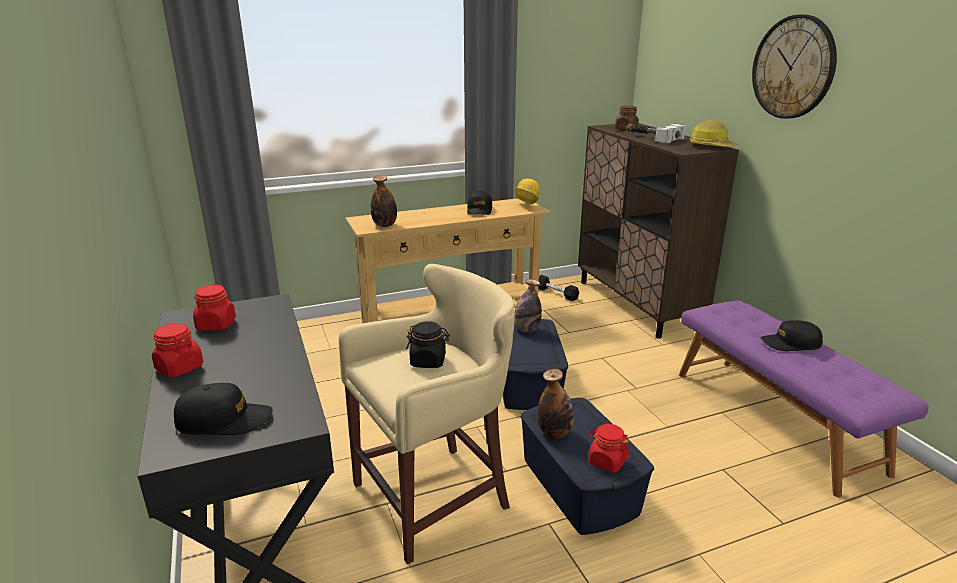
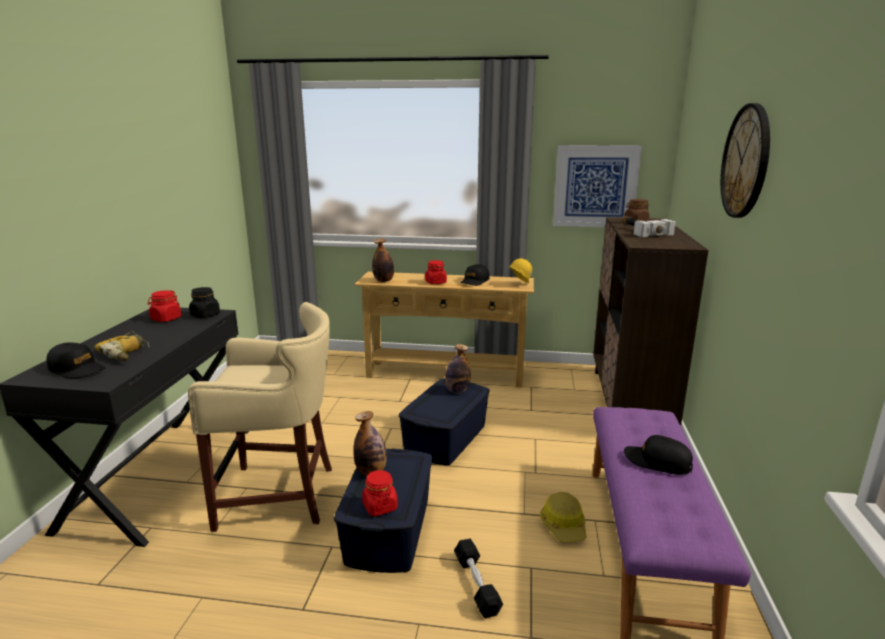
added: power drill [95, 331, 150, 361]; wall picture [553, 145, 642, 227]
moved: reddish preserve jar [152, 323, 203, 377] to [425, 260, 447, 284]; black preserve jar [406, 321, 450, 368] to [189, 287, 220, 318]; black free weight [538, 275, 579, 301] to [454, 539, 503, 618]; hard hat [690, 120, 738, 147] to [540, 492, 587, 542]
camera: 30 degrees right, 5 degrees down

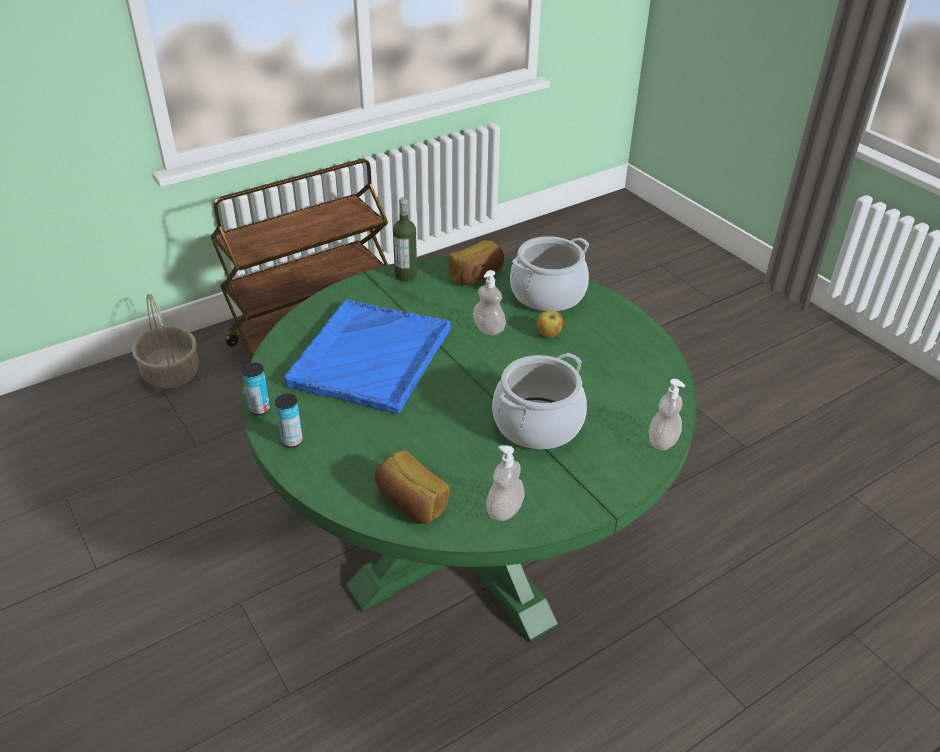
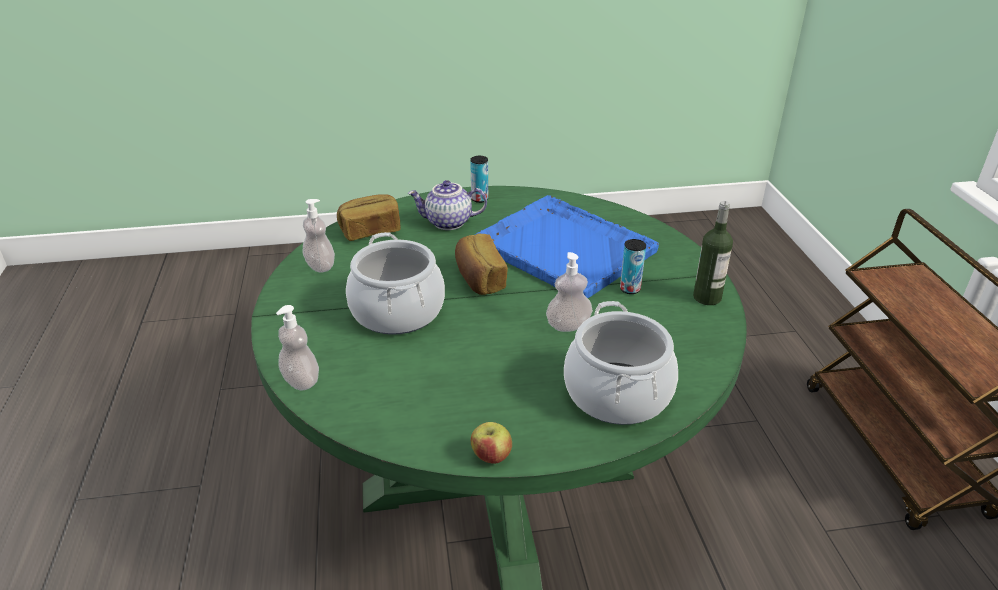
removed: basket [132, 294, 199, 388]
added: pot for tea [408, 180, 487, 230]
moved: metal can [242, 363, 270, 415] to [620, 239, 646, 294]; bread [449, 240, 504, 285] to [455, 233, 508, 295]; whole apple [536, 310, 563, 338] to [471, 422, 512, 464]
camera: 115 degrees right, 5 degrees down

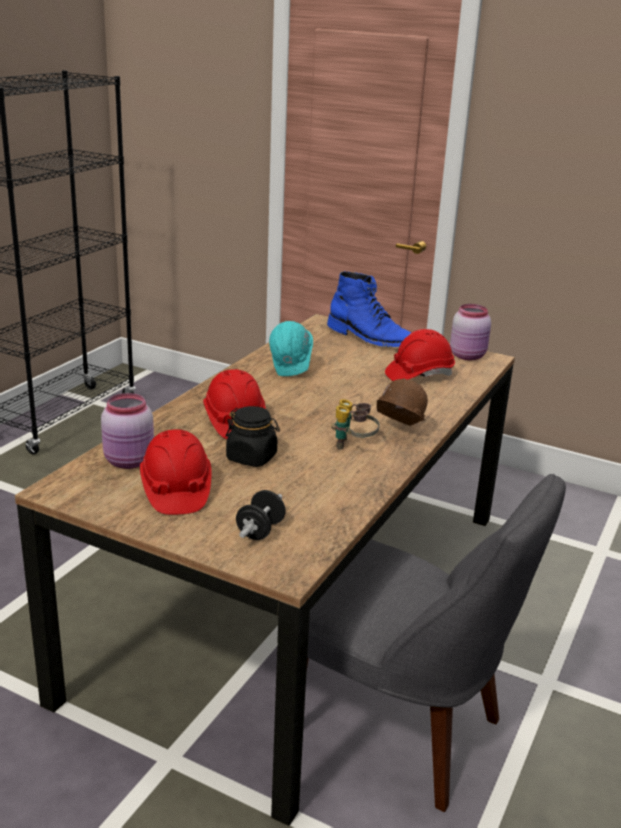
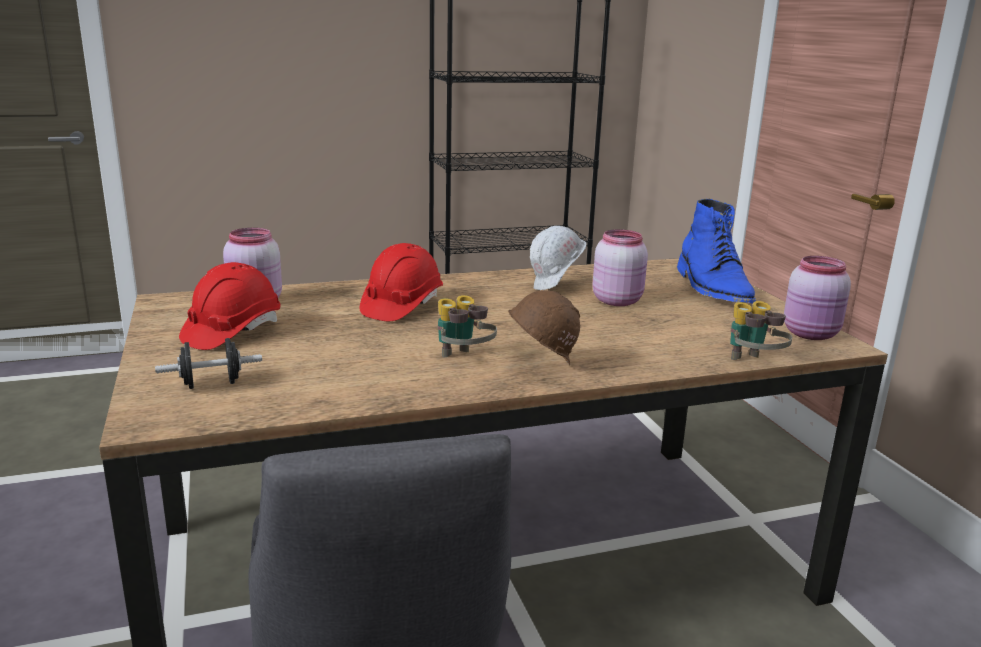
removed: black preserve jar [226, 406, 280, 467]; reddish hard hat [385, 329, 455, 381]
added: pinkish preserve jar [593, 229, 648, 306]; field glasses [730, 301, 792, 360]
recoloured: turquoise hard hat [269, 321, 313, 376] to whitish hard hat [530, 226, 587, 290]
camera: 45 degrees right, 5 degrees down

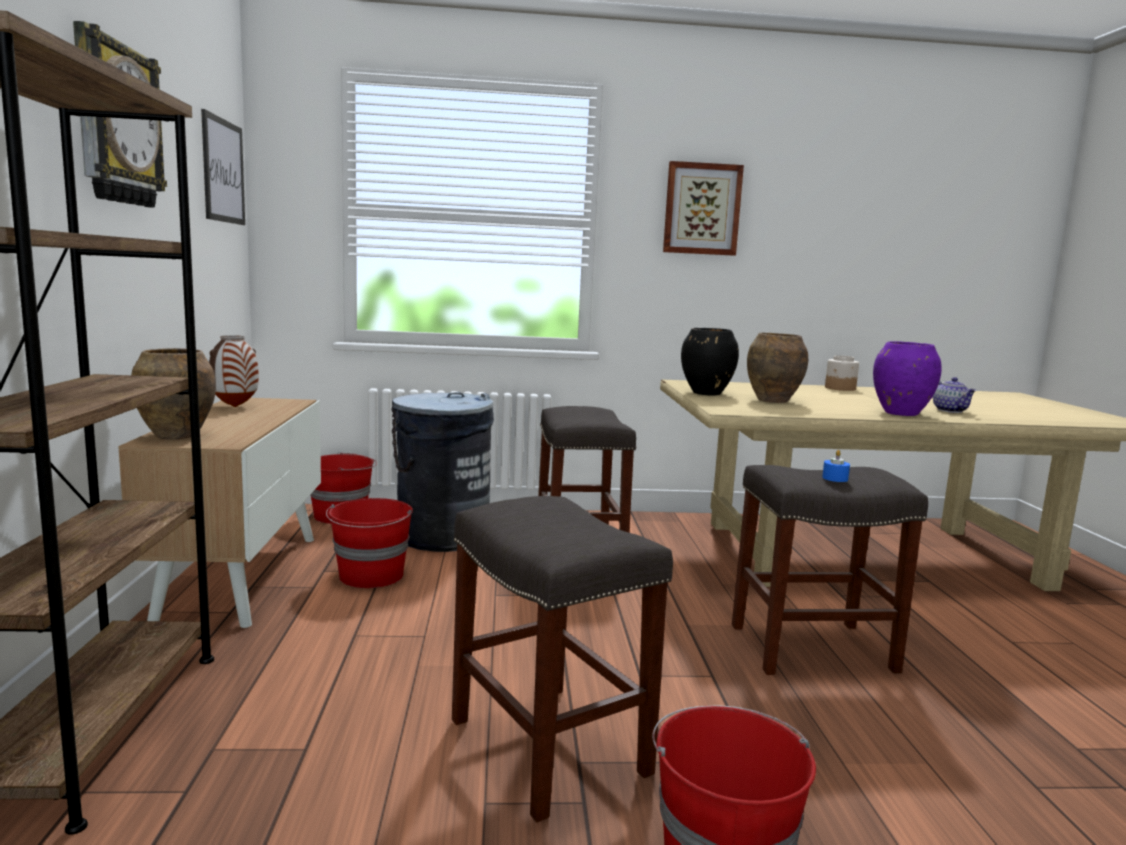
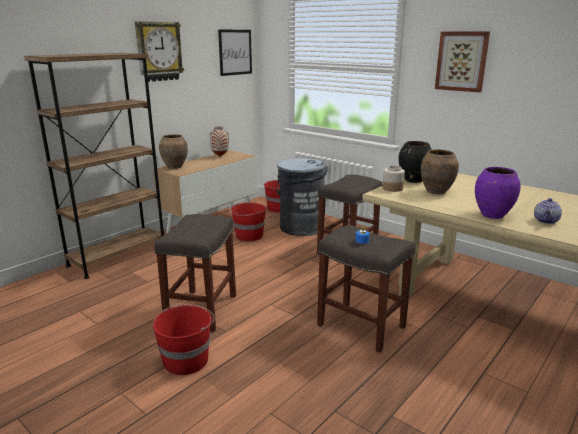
moved: preserve jar [825, 355, 859, 391] to [383, 166, 405, 192]
camera: 45 degrees right, 10 degrees up

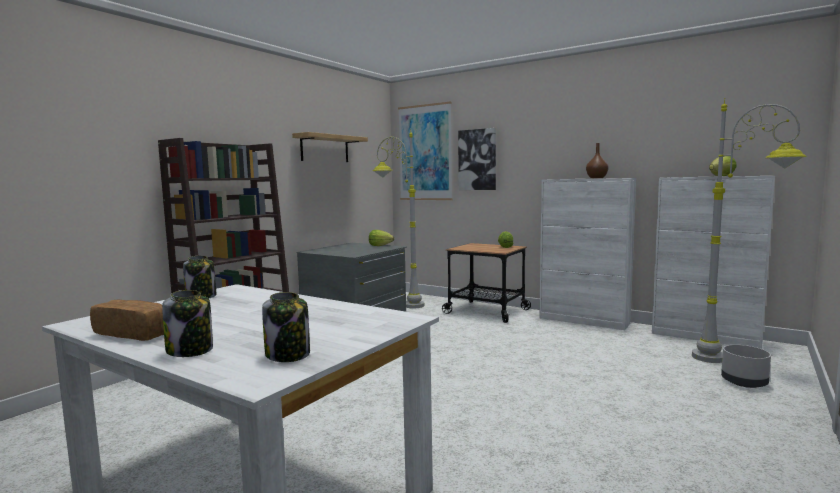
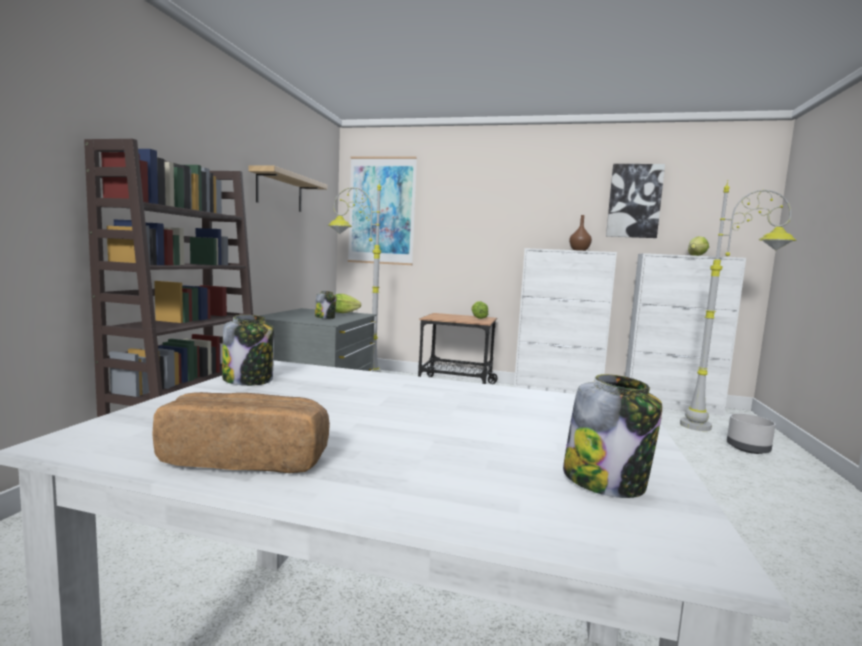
moved: preserve jar [162, 290, 213, 357] to [315, 291, 336, 319]; wall picture [458, 128, 496, 190] to [606, 164, 665, 238]
camera: 20 degrees left, 0 degrees up

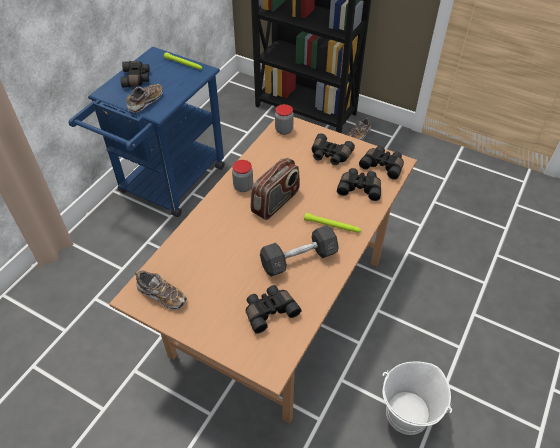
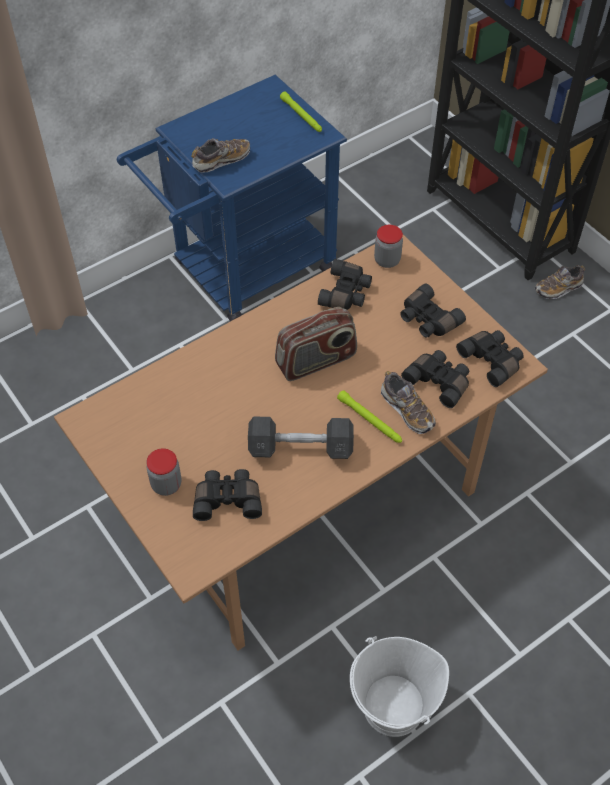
moved: black field glasses [120, 61, 150, 88] to [318, 259, 372, 310]; low shoe [135, 270, 187, 310] to [381, 371, 436, 434]; preserve jar [232, 160, 253, 192] to [146, 448, 181, 496]
camera: 25 degrees right, 5 degrees up

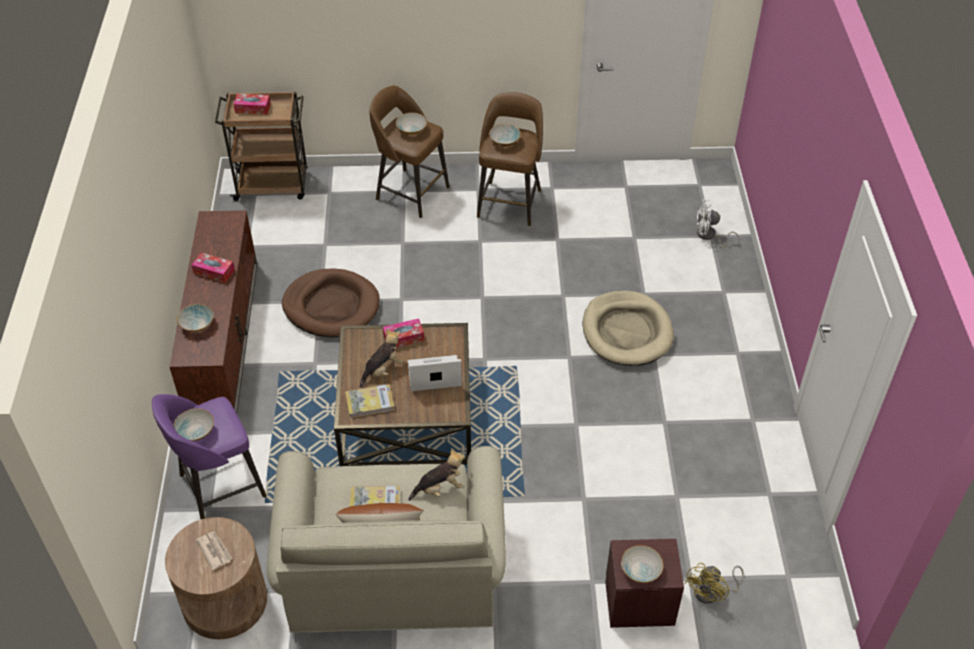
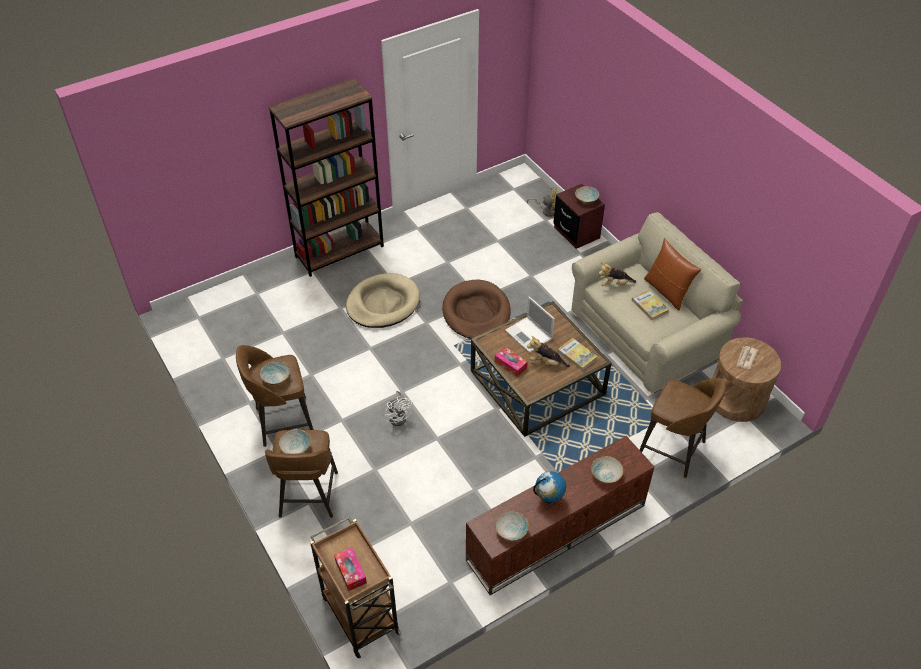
added: brown shelving unit [268, 78, 384, 277]
moved: bowl [174, 408, 214, 441] to [495, 511, 529, 541]; brown dog bed [282, 268, 380, 337] to [442, 280, 511, 339]; whitish electric fan [697, 200, 740, 248] to [385, 391, 413, 426]
replaced: tissue box [192, 252, 235, 283] to globe [533, 471, 566, 503]
recoloured: purple-coloured sitting stool [152, 394, 267, 519] to brown sitting stool [640, 378, 726, 478]
turned: plush toy [408, 448, 465, 501] = [599, 262, 636, 286] 45 degrees counterclockwise
camera: 120 degrees left, 0 degrees up

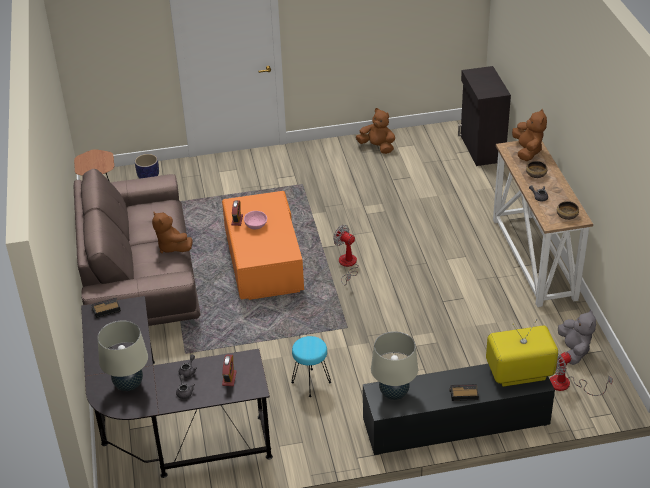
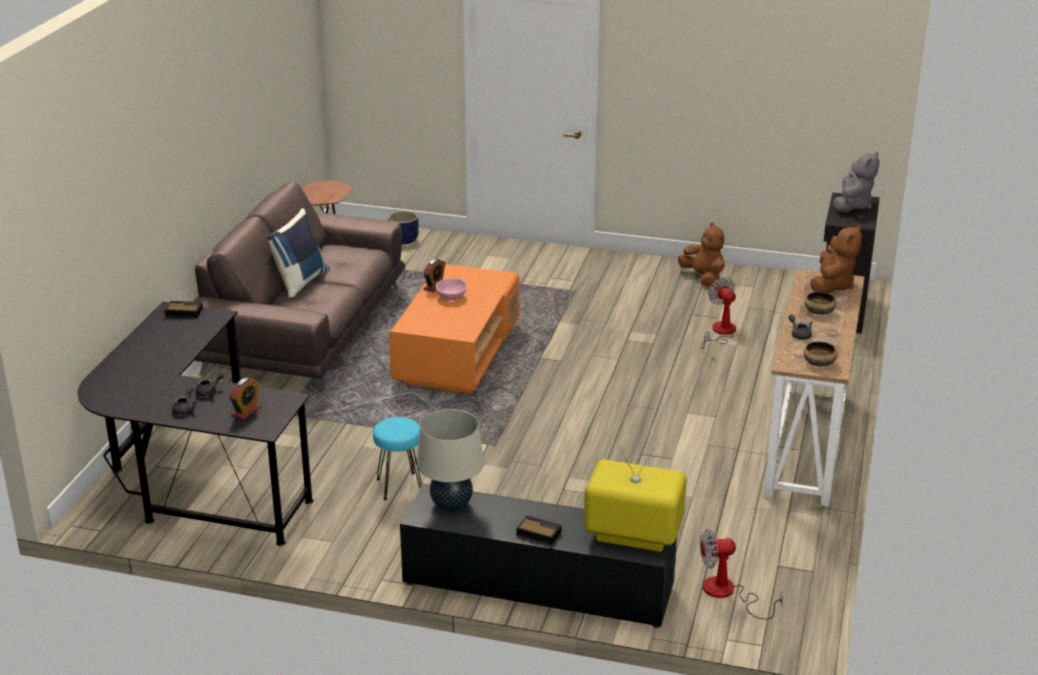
removed: beige table lamp [97, 321, 148, 391]; brown plush toy [152, 212, 193, 253]
added: blue throw pillow [266, 208, 330, 299]
moved: electric fan [333, 225, 359, 286] to [701, 277, 736, 349]; gray plush toy [558, 310, 596, 365] to [833, 151, 879, 213]
camera: 25 degrees right, 10 degrees down

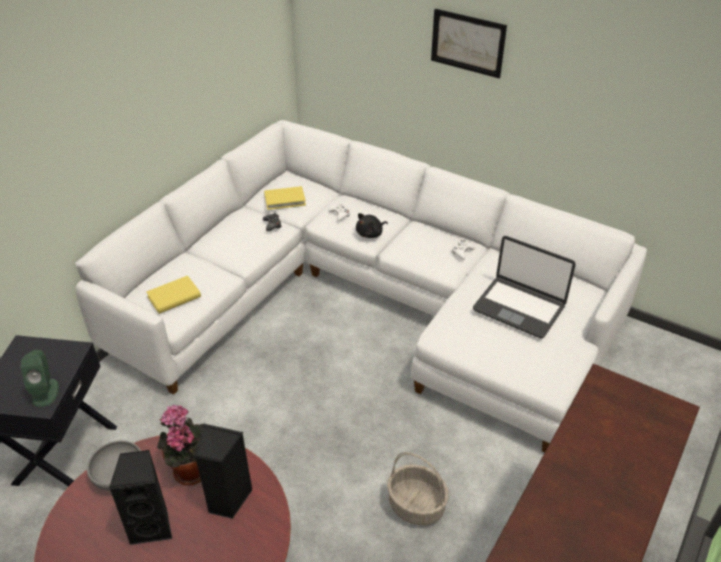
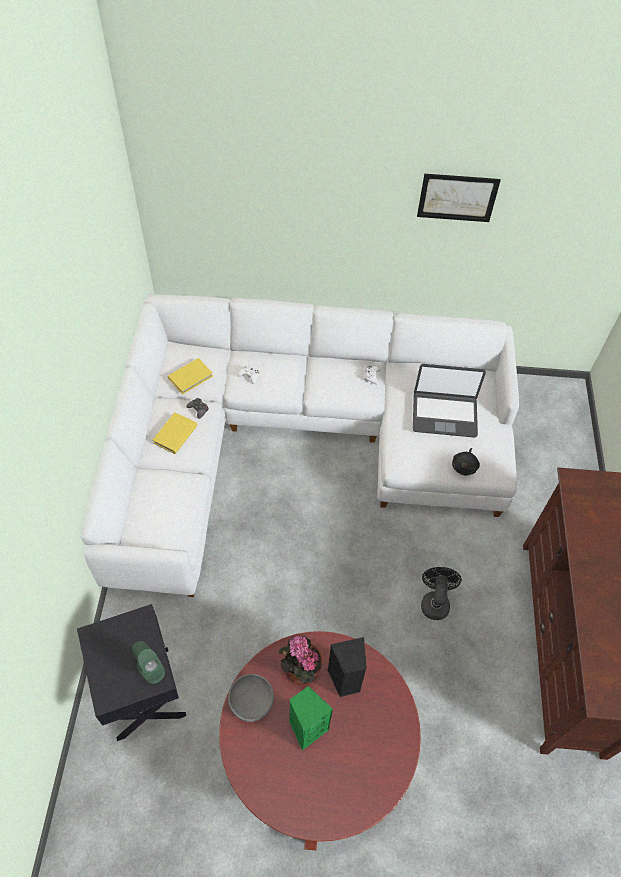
moved: yellowish volume [146, 276, 201, 314] to [153, 412, 197, 454]; black plush toy [356, 213, 388, 238] to [452, 448, 480, 476]; wall picture [431, 9, 507, 78] to [417, 174, 501, 222]
replaced: basket [387, 452, 449, 526] to black electric fan [421, 567, 462, 620]
recoloured: black loudspeaker [109, 450, 172, 545] to green-coloured loudspeaker [289, 686, 333, 751]
camera: 30 degrees left, 15 degrees up

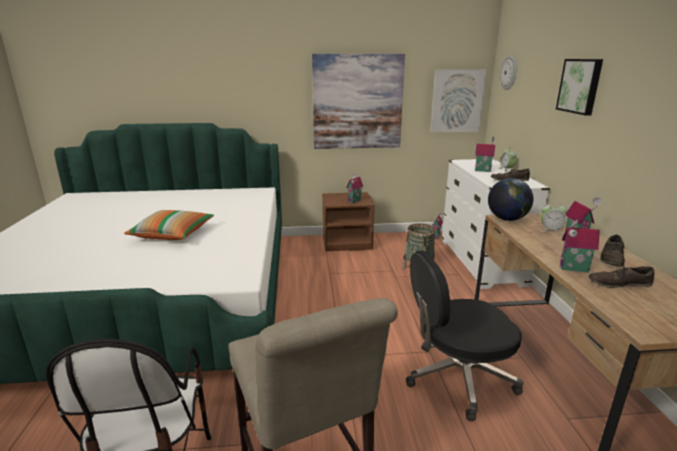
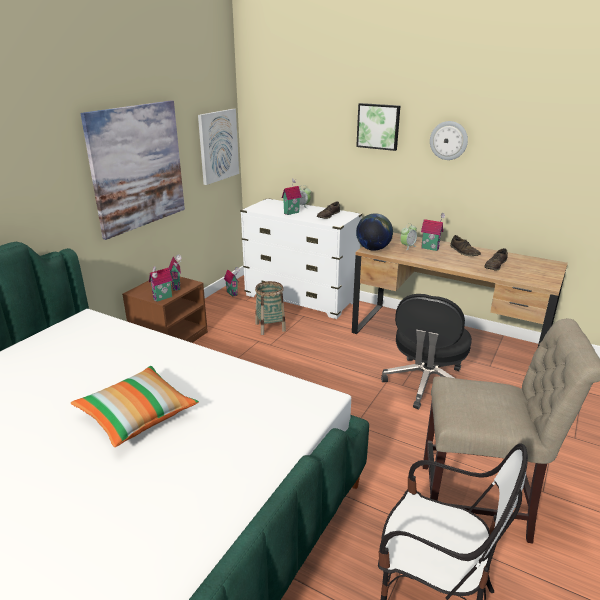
moved: clock on the wall [500, 55, 516, 90] to [430, 121, 468, 160]; miniature house [559, 219, 600, 273] to [149, 266, 173, 302]
camera: 55 degrees left, 5 degrees up

